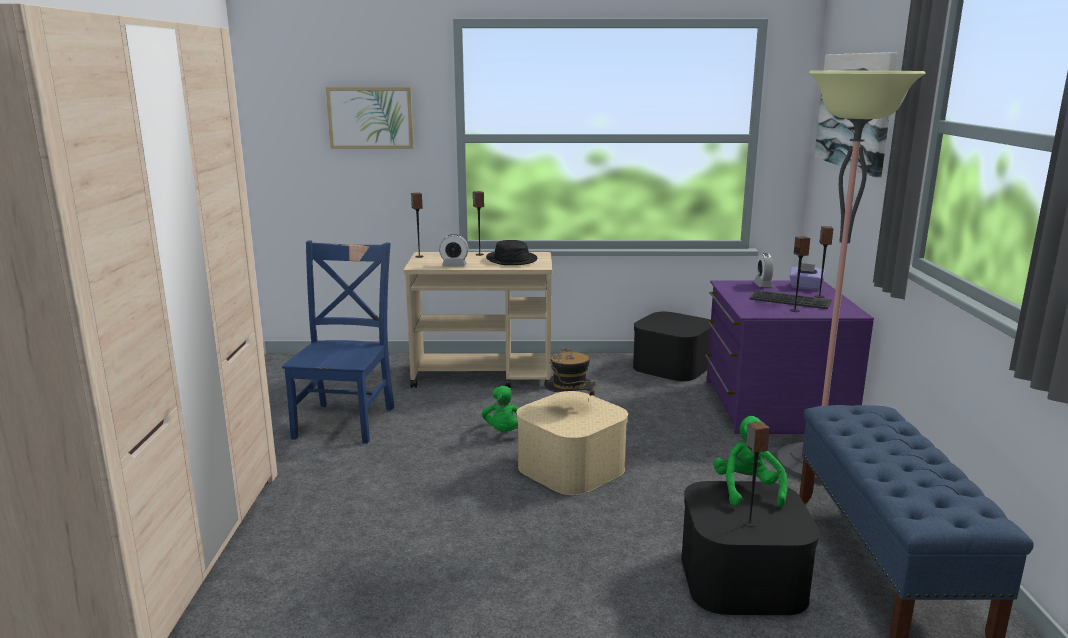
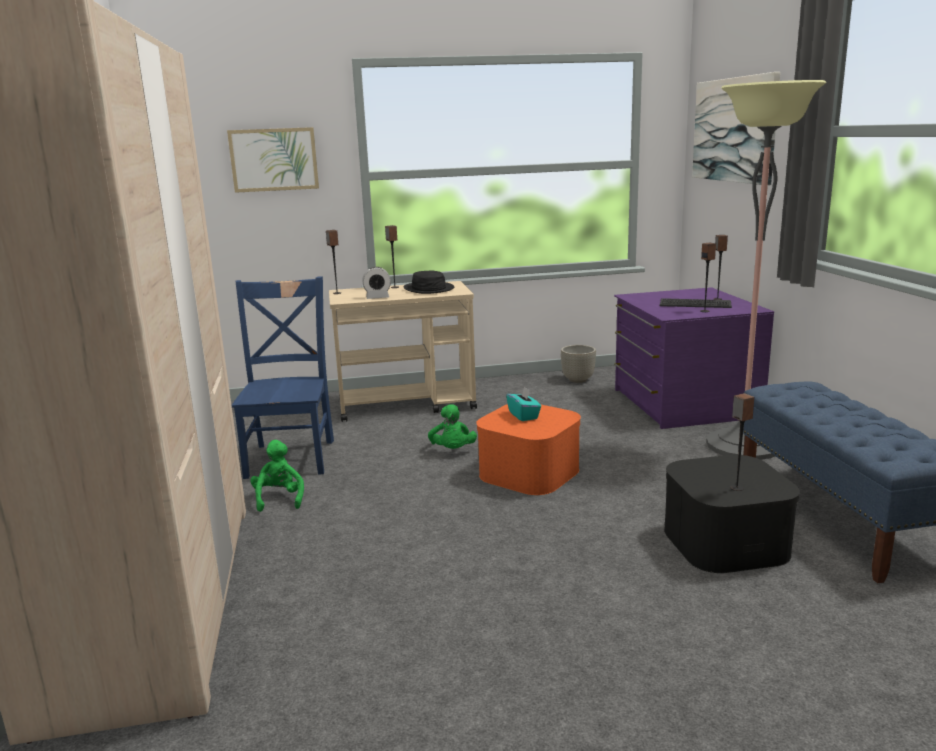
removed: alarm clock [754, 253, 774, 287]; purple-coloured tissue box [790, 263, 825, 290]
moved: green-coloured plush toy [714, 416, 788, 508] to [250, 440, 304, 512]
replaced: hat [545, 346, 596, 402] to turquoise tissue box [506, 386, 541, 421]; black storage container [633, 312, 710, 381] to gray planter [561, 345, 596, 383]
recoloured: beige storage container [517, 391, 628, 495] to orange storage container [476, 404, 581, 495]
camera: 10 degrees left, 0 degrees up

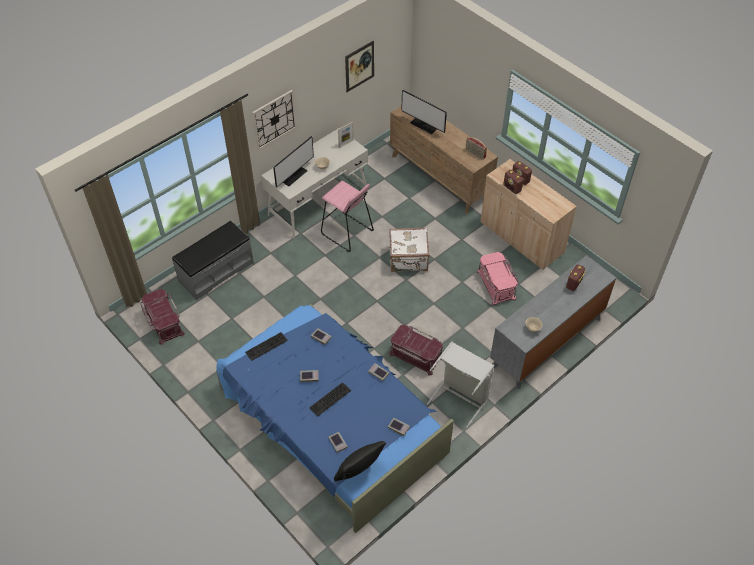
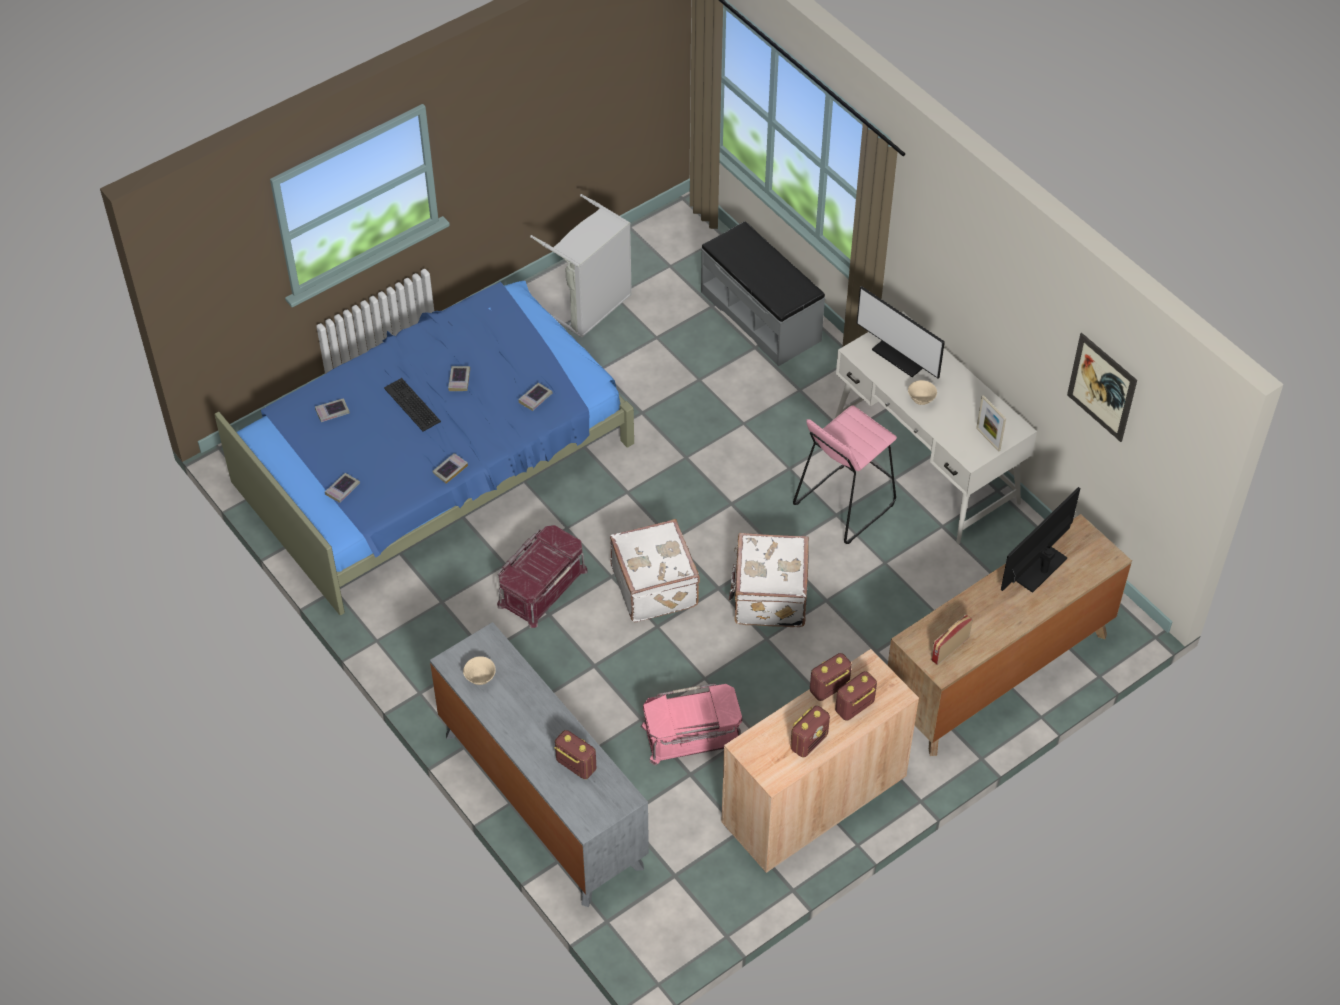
removed: reddish storage container [140, 289, 185, 345]; computer keyboard [245, 332, 288, 361]; clock on the wall [252, 90, 296, 150]; black throw pillow [334, 441, 386, 481]
added: whitish travel case [610, 519, 700, 622]; radio set [791, 706, 830, 757]
moved: gray laundry basket [427, 341, 494, 428] to [530, 194, 632, 338]
camera: 95 degrees right, 0 degrees up

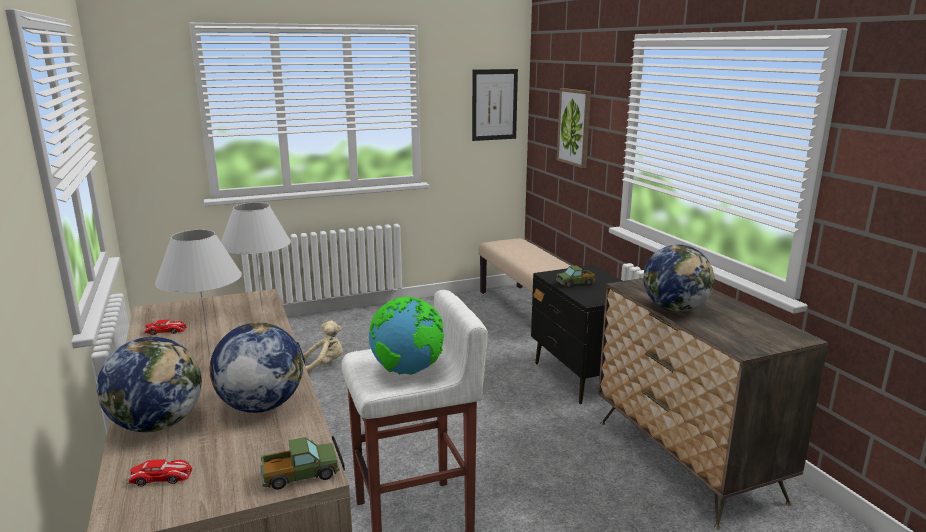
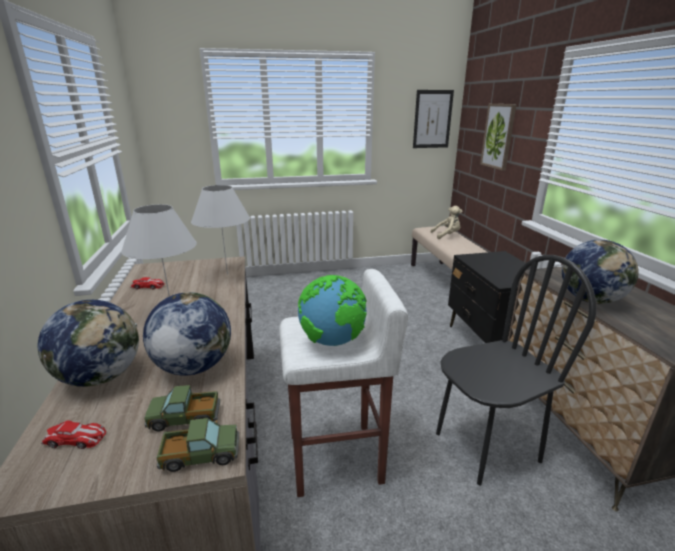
added: black chair [436, 255, 596, 486]
moved: beige plush toy [303, 321, 343, 374] to [431, 206, 462, 239]; model truck [556, 265, 595, 288] to [144, 385, 220, 431]
camera: 10 degrees right, 5 degrees up

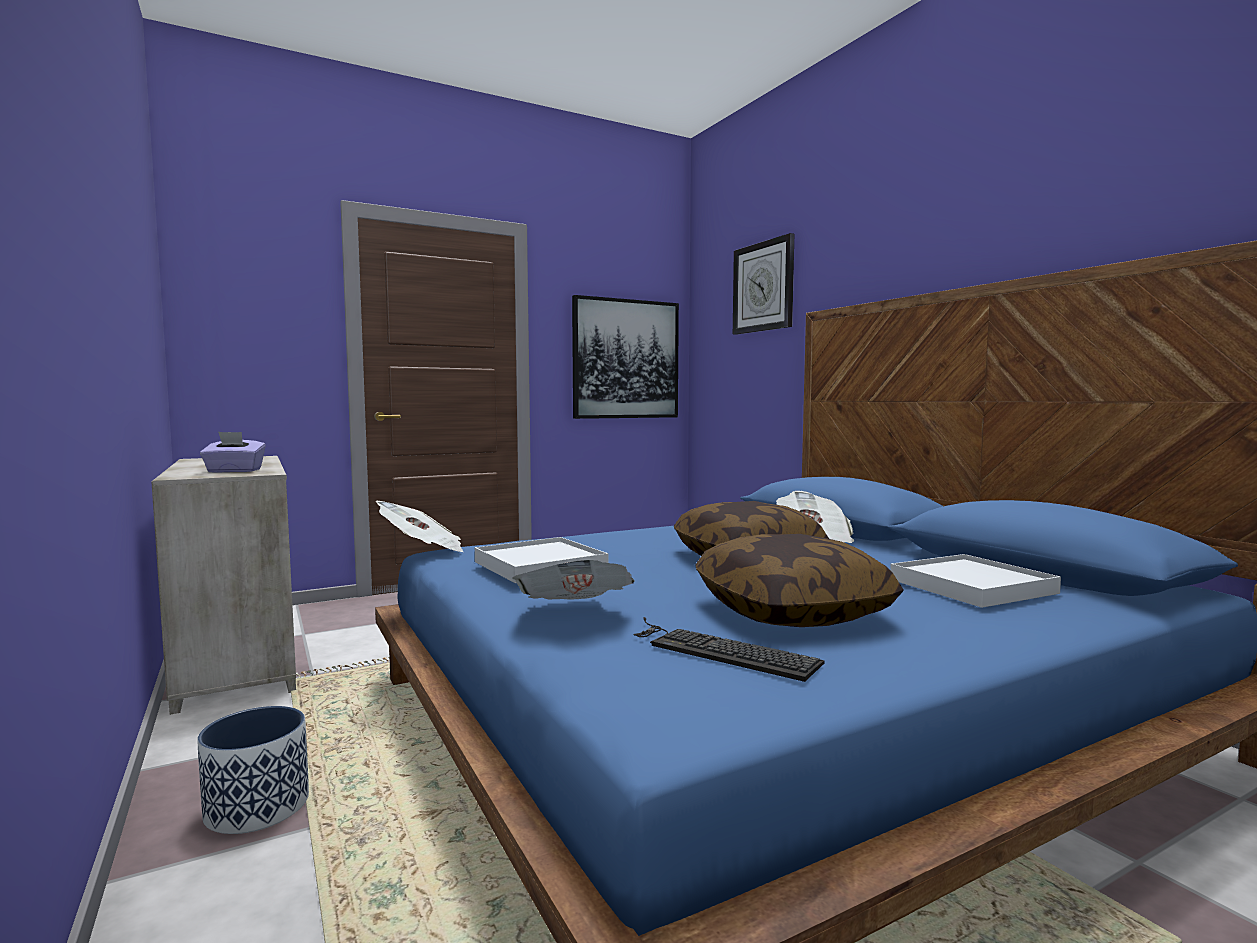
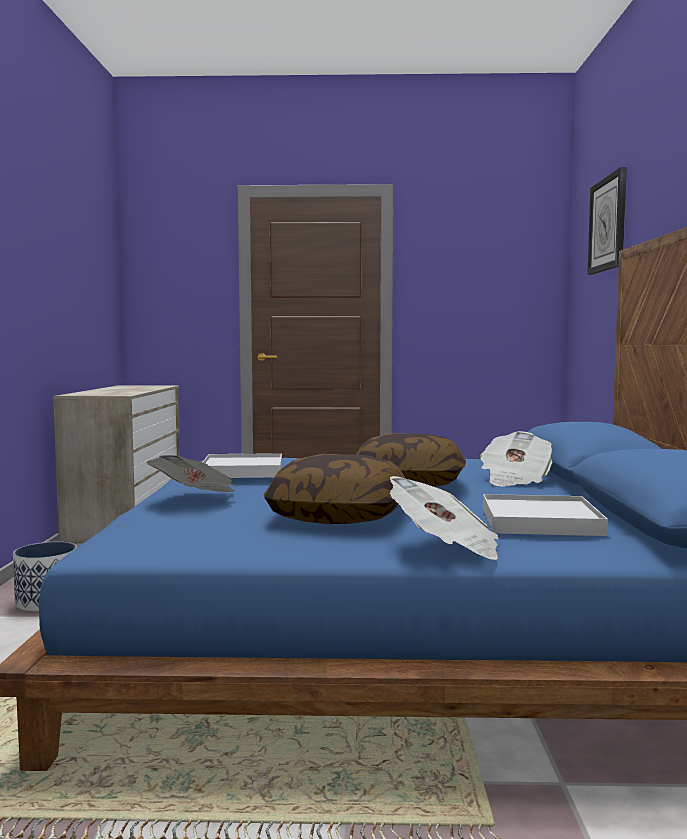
removed: purple-coloured tissue box [200, 432, 265, 473]; wall picture [572, 295, 679, 419]; computer keyboard [634, 617, 824, 682]
moved: daily paper [376, 501, 463, 552] to [390, 476, 499, 560]
camera: 30 degrees right, 0 degrees up

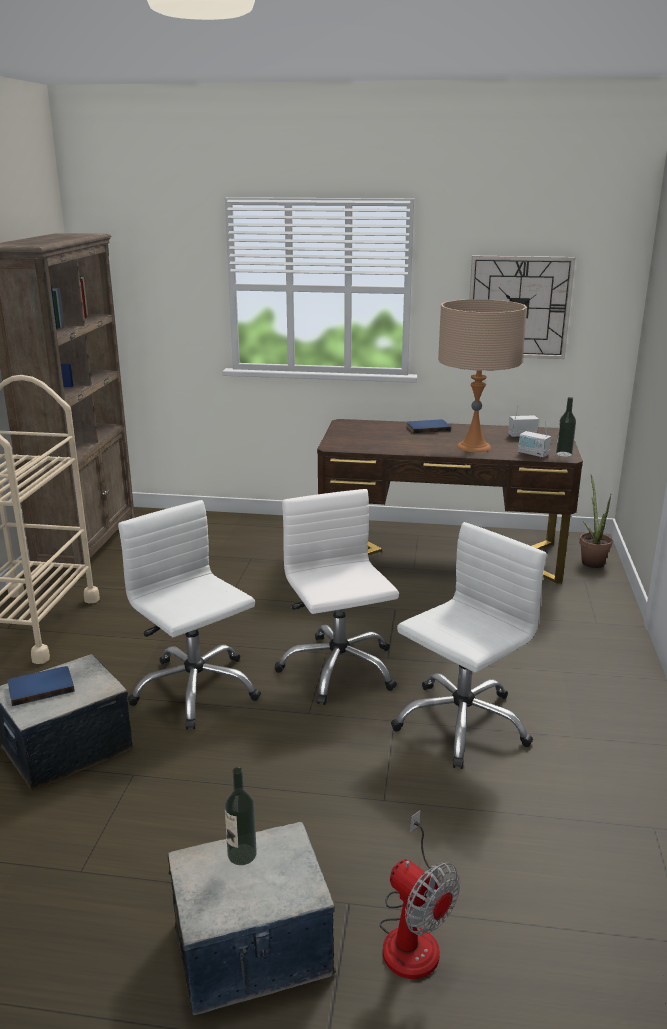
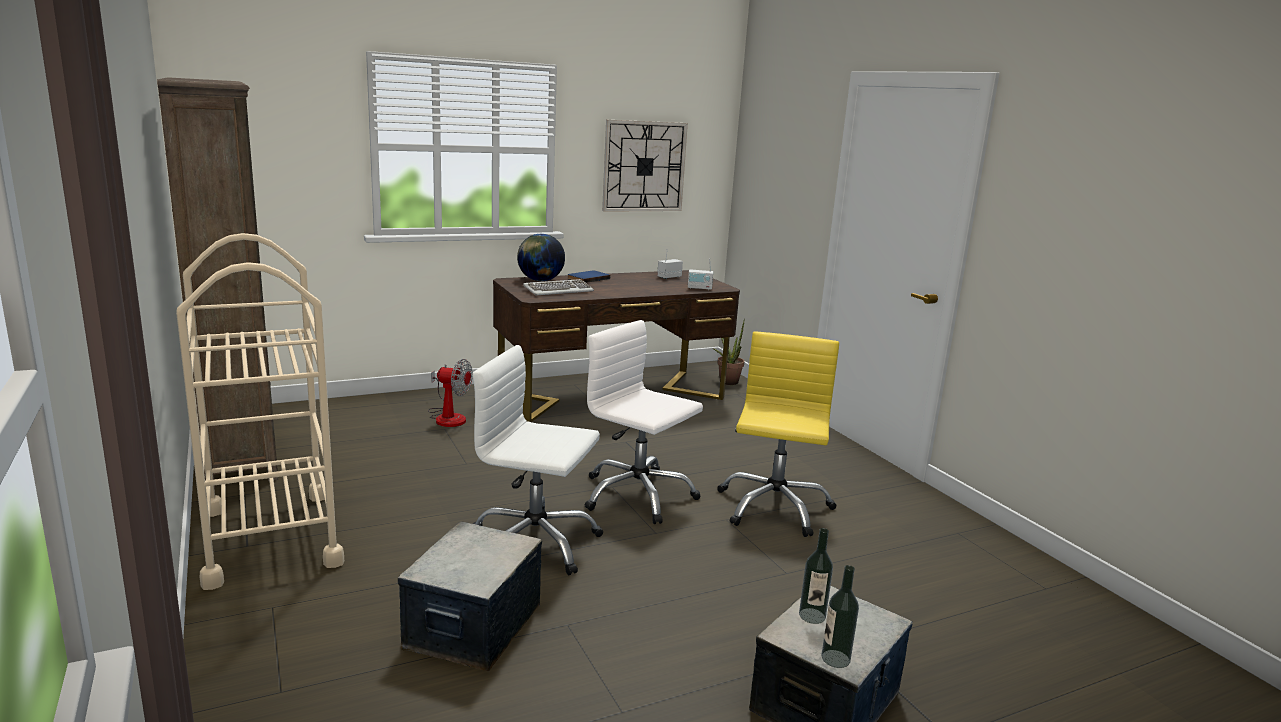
removed: blue volume [8, 666, 75, 706]; beige table lamp [438, 299, 527, 452]
added: globe [517, 234, 565, 281]; computer keyboard [523, 279, 594, 295]
moved: electric fan [380, 810, 460, 979] to [428, 359, 473, 427]; drink bottle [556, 397, 576, 457] to [822, 565, 859, 668]
recoloured: whitish computer chair [391, 522, 547, 769] to yellowish computer chair [717, 331, 839, 537]
camera: 35 degrees left, 5 degrees down

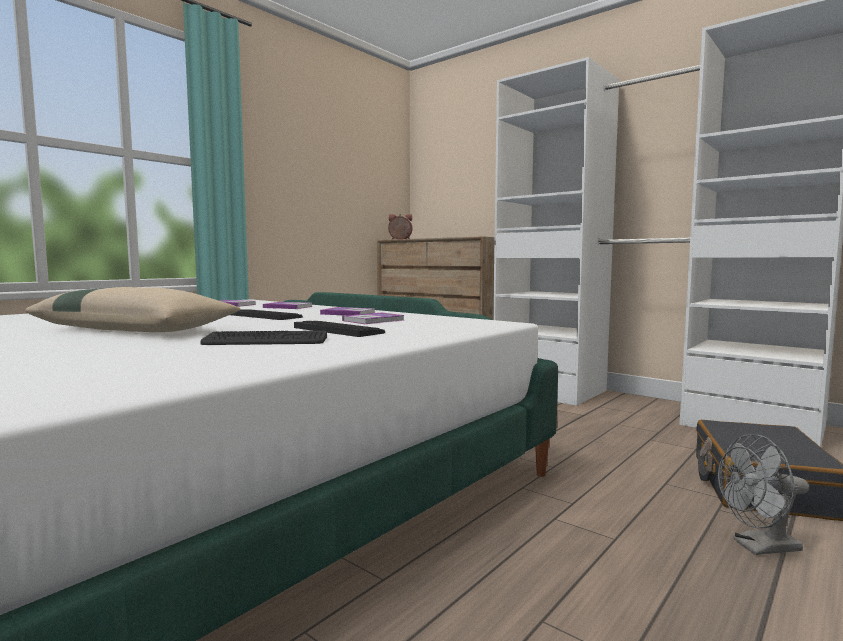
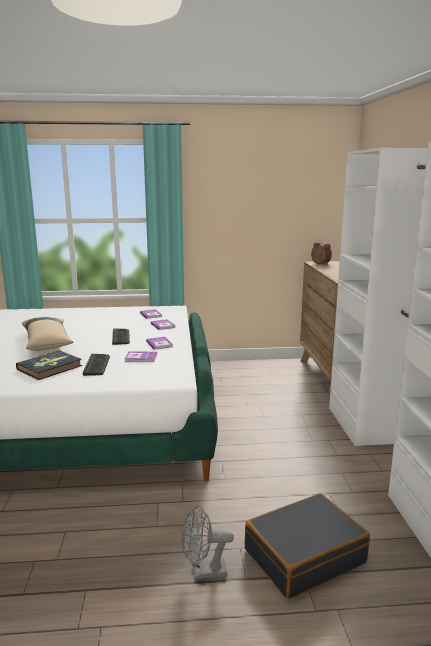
replaced: computer keyboard [200, 331, 327, 345] to volume [16, 351, 82, 380]
turned: gray electric fan [718, 434, 809, 555] = [182, 505, 234, 579] 45 degrees counterclockwise
camera: 45 degrees right, 10 degrees up

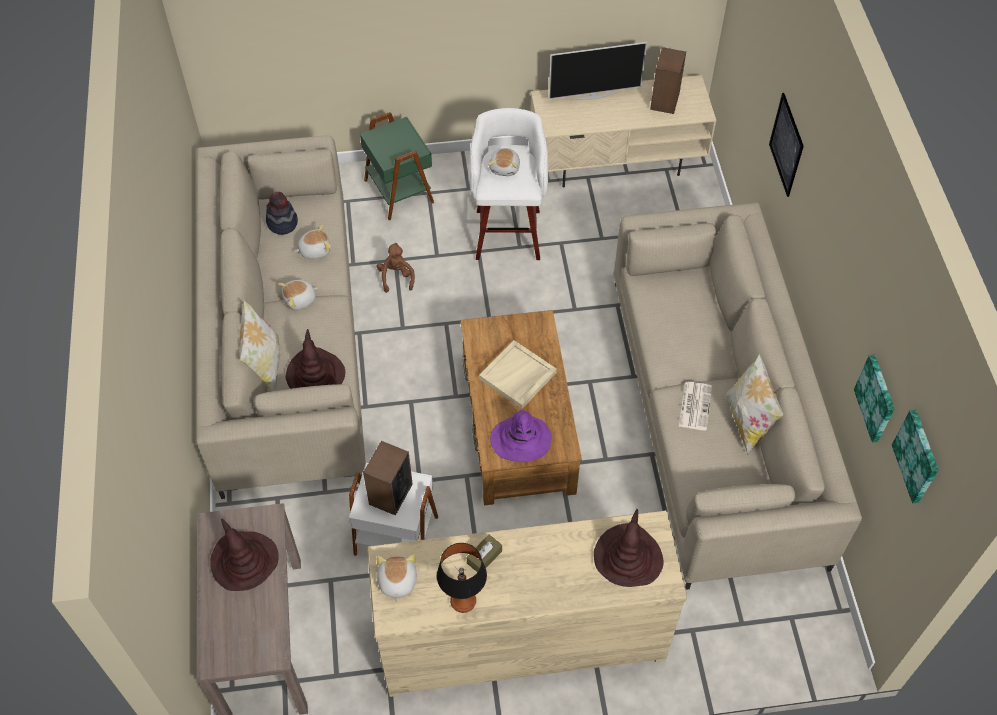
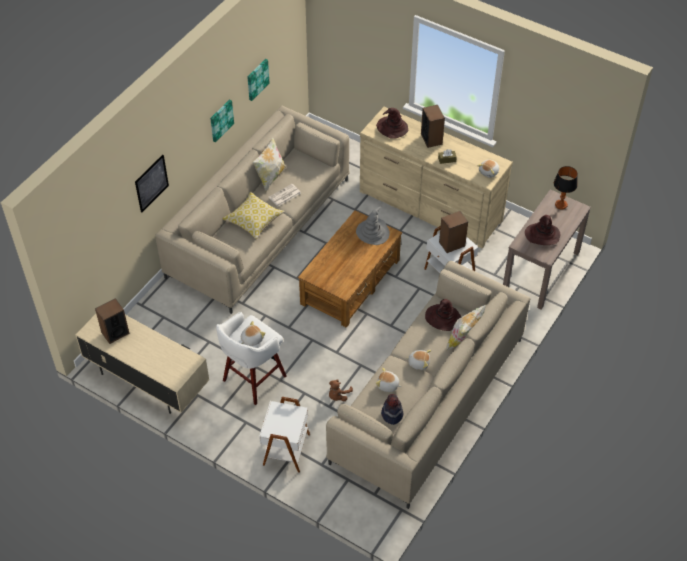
removed: beige serving tray [479, 340, 557, 409]; television [548, 42, 647, 100]
added: throw pillow [223, 192, 285, 239]; loudspeaker [421, 105, 445, 148]
moved: table lamp [437, 543, 487, 613] to [554, 166, 578, 210]; wall picture [892, 410, 939, 504] to [210, 99, 234, 142]
recoloured: green-coloured accent table [360, 112, 434, 221] to whitish accent table [259, 397, 310, 473]; purple-coloured hat [490, 410, 551, 462] to gray hat [356, 206, 390, 245]
camera: 140 degrees left, 5 degrees down

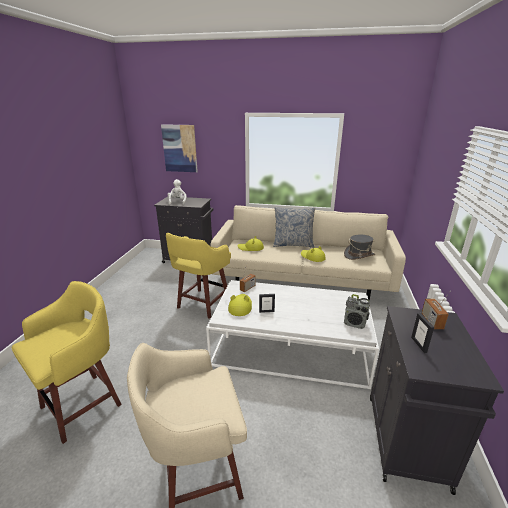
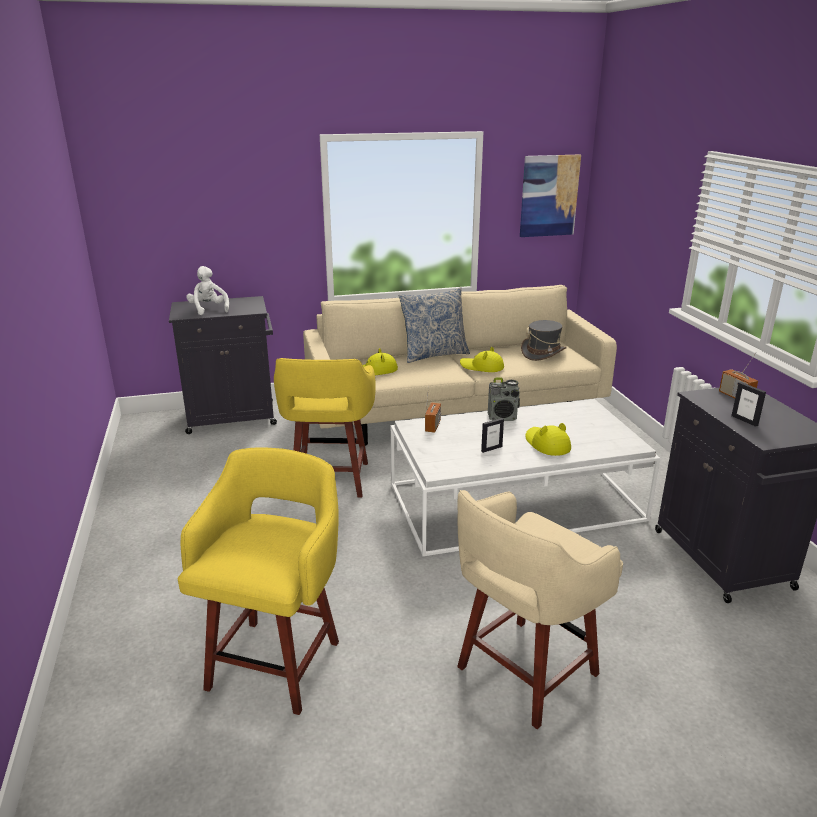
moved: wall picture [161, 124, 198, 172] to [520, 154, 581, 237]; yellowish hat [228, 294, 252, 316] to [526, 423, 571, 456]; radio set [344, 294, 370, 329] to [488, 378, 520, 421]
camera: 25 degrees left, 0 degrees up

